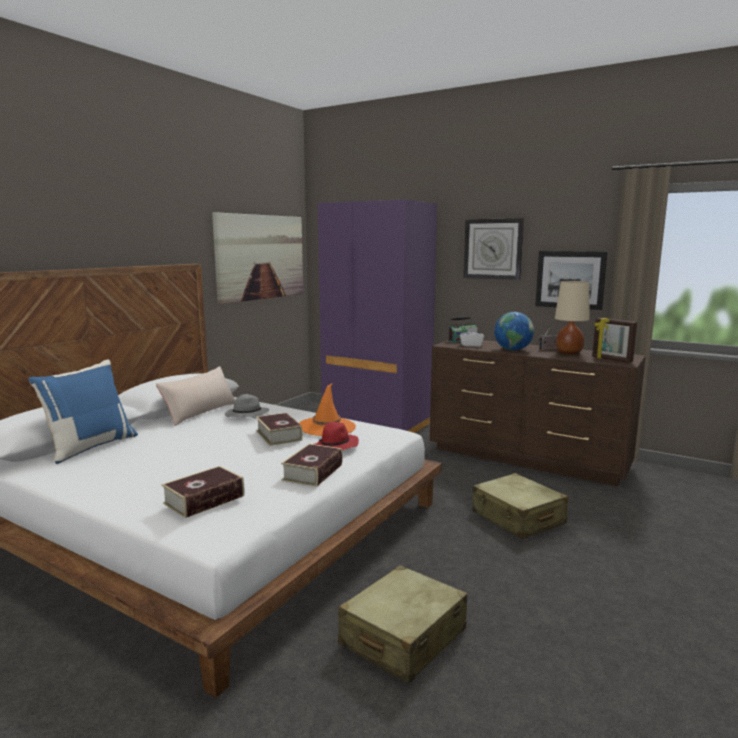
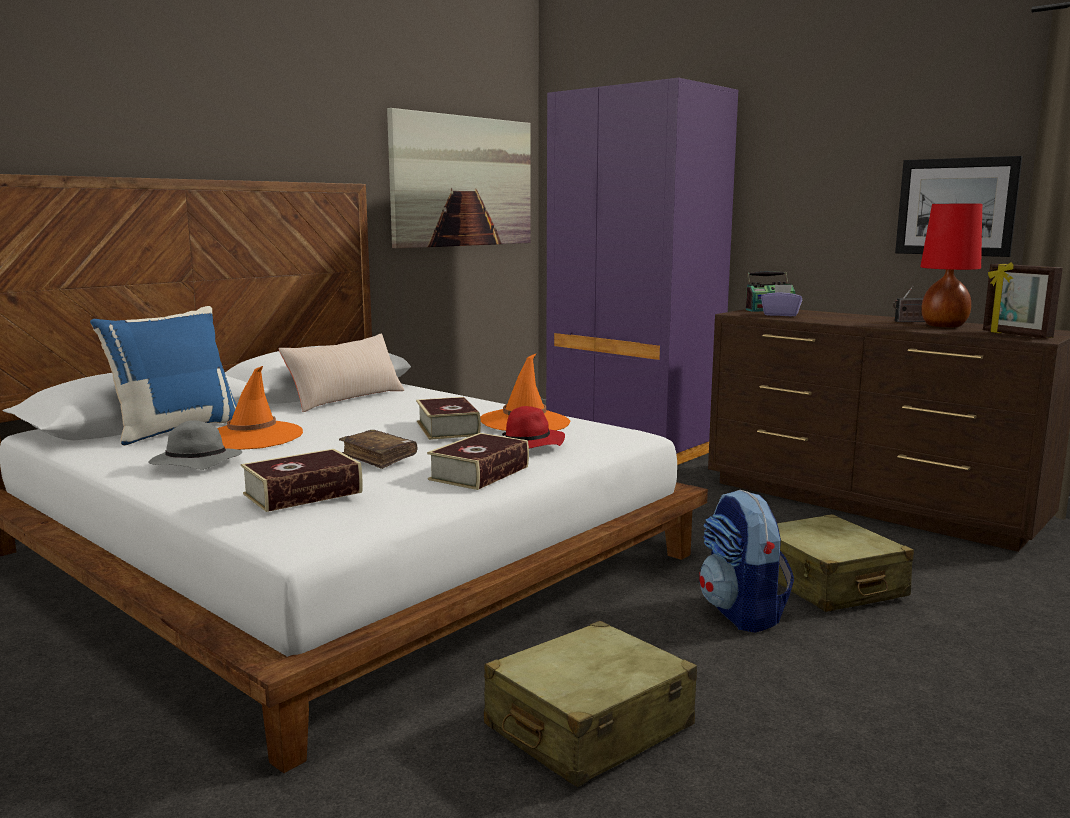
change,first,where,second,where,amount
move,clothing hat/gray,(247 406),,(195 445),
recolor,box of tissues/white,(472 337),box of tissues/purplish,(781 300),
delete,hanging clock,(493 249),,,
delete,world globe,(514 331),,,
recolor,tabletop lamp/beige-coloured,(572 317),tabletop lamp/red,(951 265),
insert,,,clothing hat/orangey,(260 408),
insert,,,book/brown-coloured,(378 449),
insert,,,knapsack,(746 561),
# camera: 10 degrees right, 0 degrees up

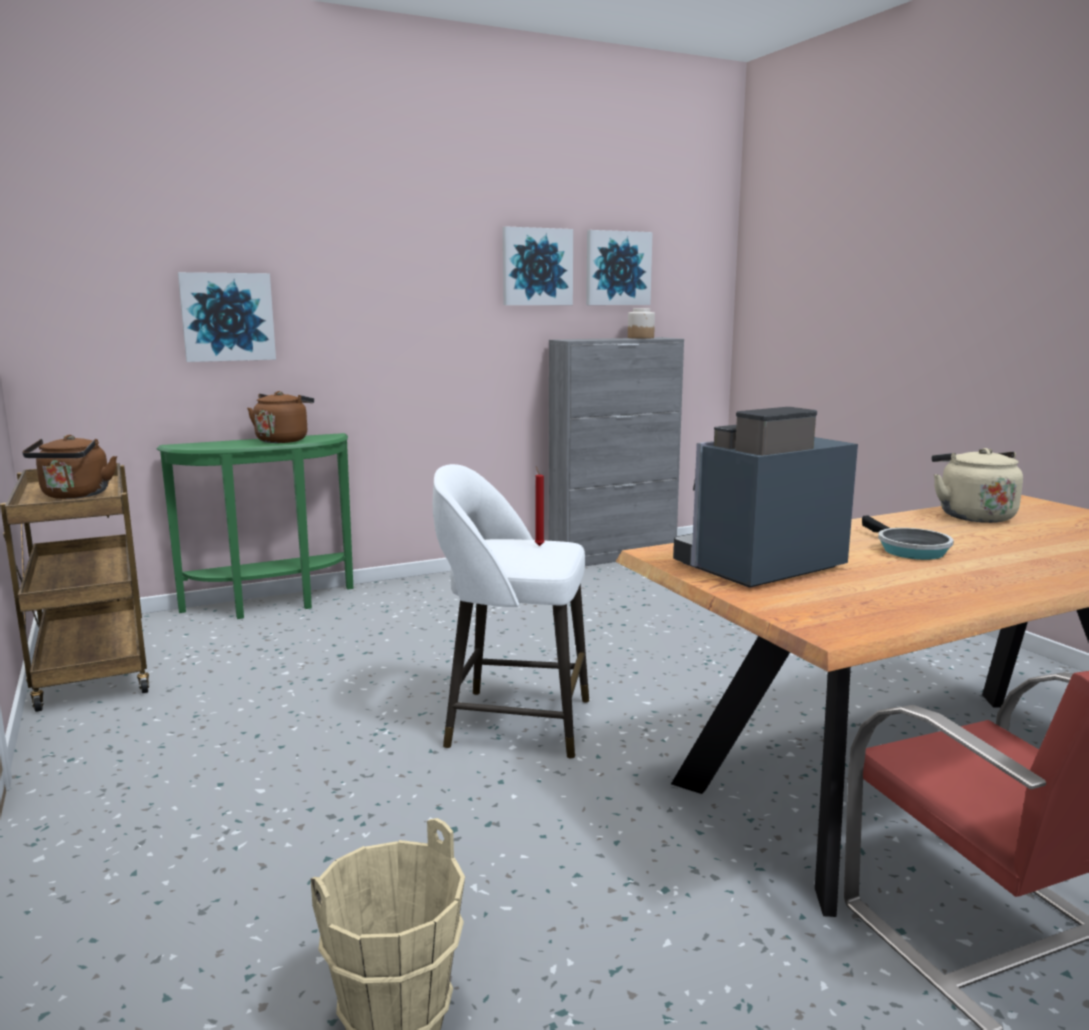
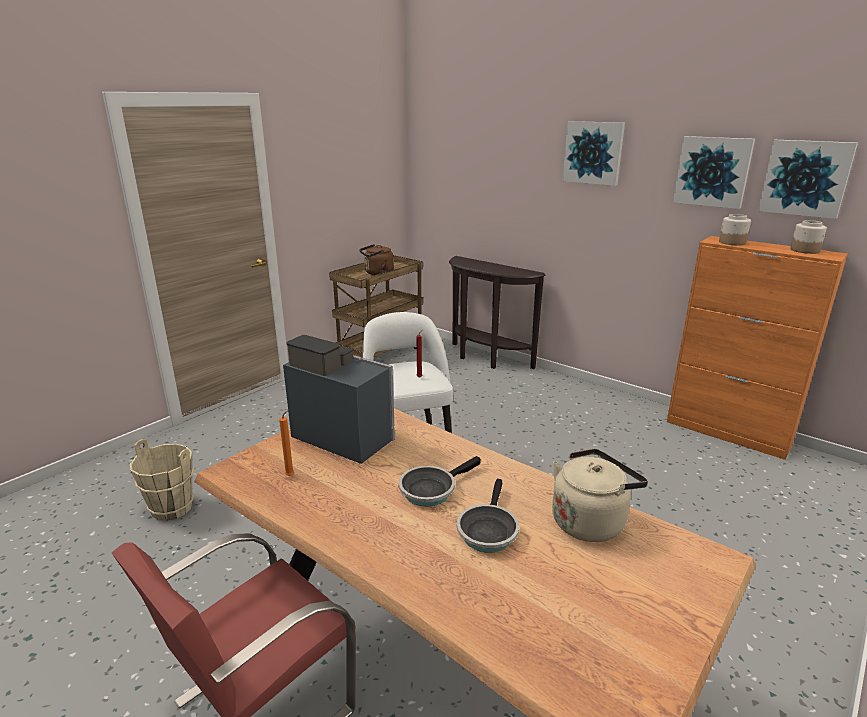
change,first,where,second,where,amount
recolor,narrow table/green-coloured,(255 526),narrow table/brown-coloured,(497 312),
move,picture,(227 317),,(593 153),
delete,kettle/brown-coloured,(280 417),,,
recolor,cupboard/gray,(616 451),cupboard/orangey,(757 348),
insert,,,candle/orangey,(286 442),
insert,,,frying pan,(488 516),
insert,,,preserve jar,(735 229),
# camera: 65 degrees right, 10 degrees up

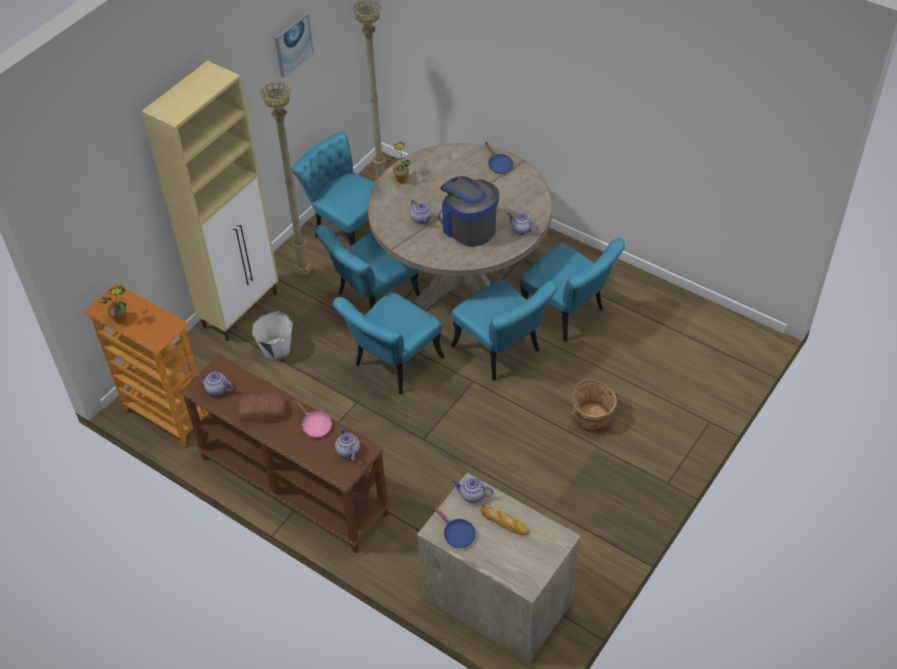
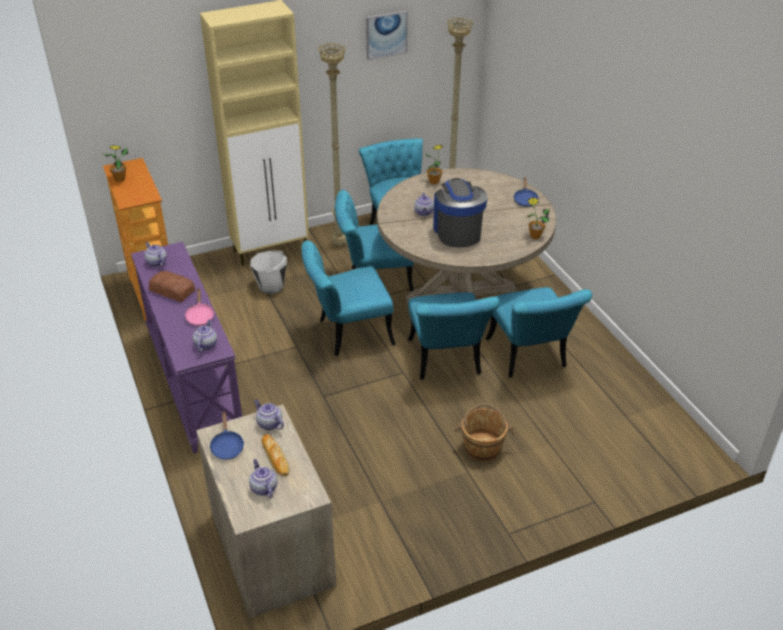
change,first,where,second,where,amount
recolor,narrow table/brown-coloured,(285 454),narrow table/purplish,(186 347),
move,pot for tea,(522 223),,(263 478),
insert,,,houseplant,(538 218),
# camera: 30 degrees right, 10 degrees down

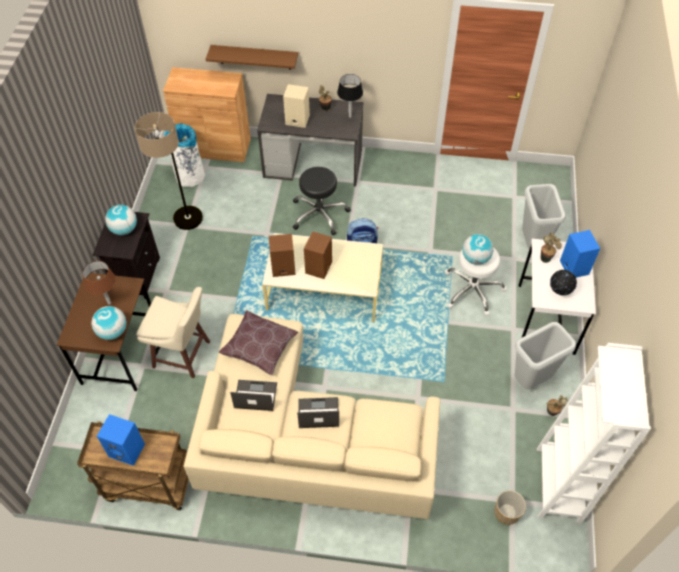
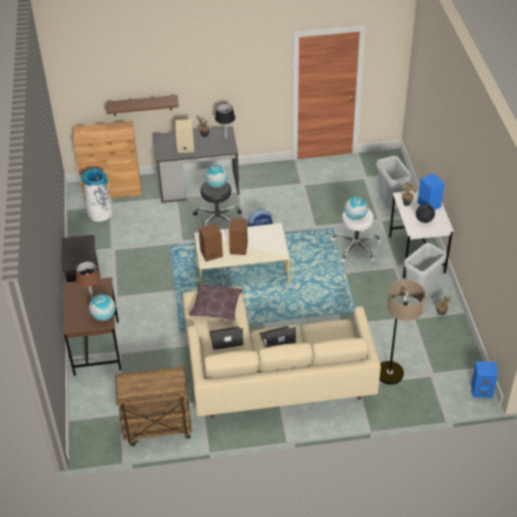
change,first,where,second,where,amount
move,speaker/bluish,(121 440),,(484 379),
move,world globe,(121 220),,(216 176),
move,standard lamp,(168 171),,(402 332),
delete,sitting stool/beige-coloured,(173 332),,,
delete,flower pot,(510 507),,,
delete,bookcase/white,(594 433),,,
# camera: 15 degrees left, 10 degrees down

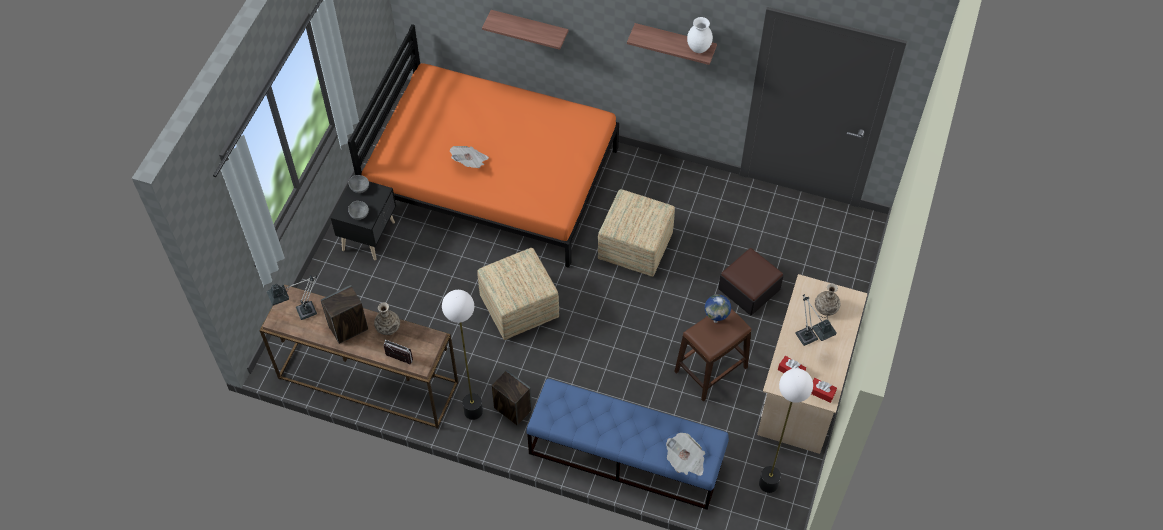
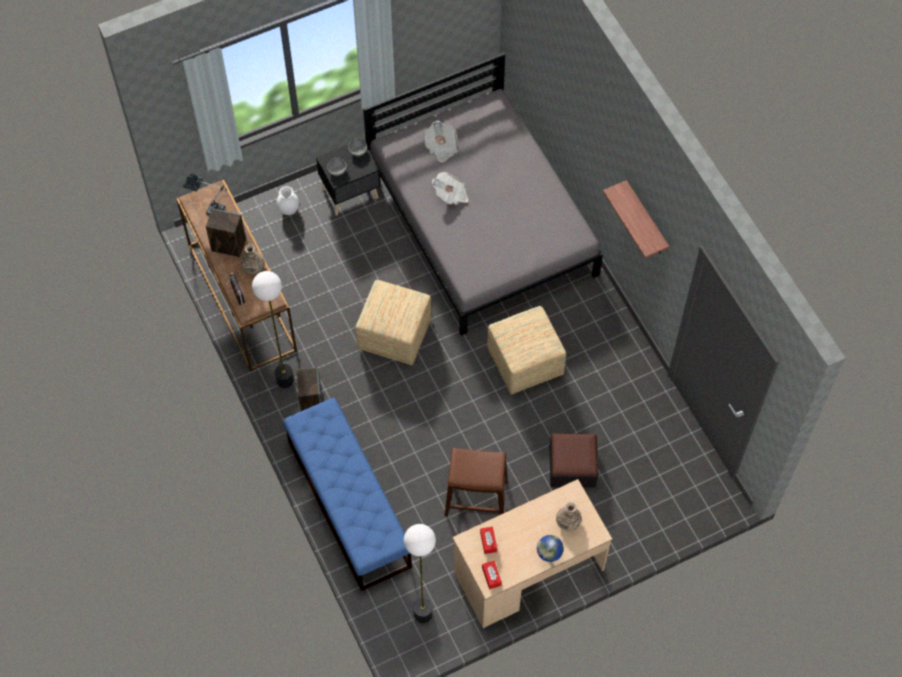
change,first,where,second,where,amount
recolor,bedroom bed/orangey,(483 146),bedroom bed/gray,(483 194),
delete,wall shelf,(525 30),,,
move,printed paper,(685 454),,(441 142),
move,vase/white,(700 35),,(288 200),
move,world globe,(718 309),,(550 548),
delete,tabletop lamp,(816 320),,,
# camera: 45 degrees right, 5 degrees up

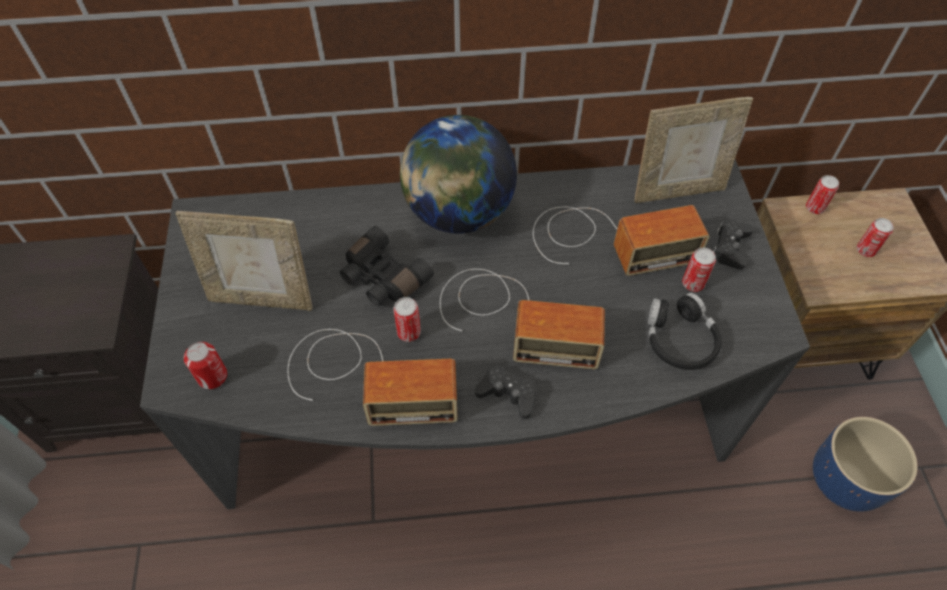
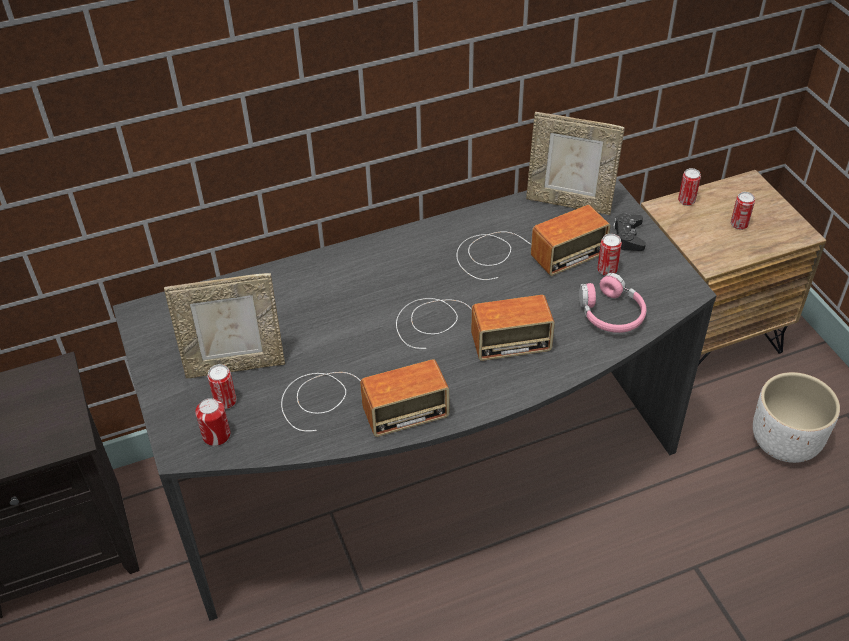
change,first,where,second,where,amount
delete,binoculars/black-coloured,(387 266),,,
move,can,(407 319),,(222 386),
delete,world globe,(458 174),,,
delete,gamepad/black-coloured,(505 392),,,
rotate,picture frame,(694 150),,(575 163),45 degrees clockwise
recolor,pair of headphones/black-coloured,(685 331),pair of headphones/pink,(612 303),
recolor,flower pot/bluish,(865 464),flower pot/white,(796 417),
# camera: 15 degrees left, 10 degrees down

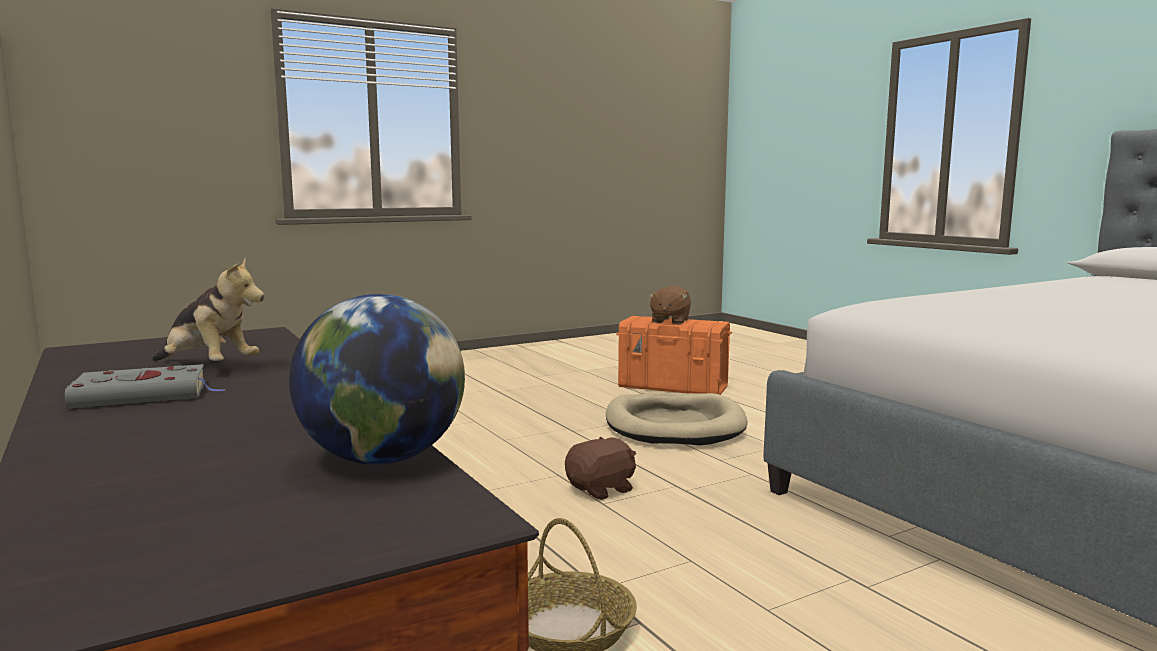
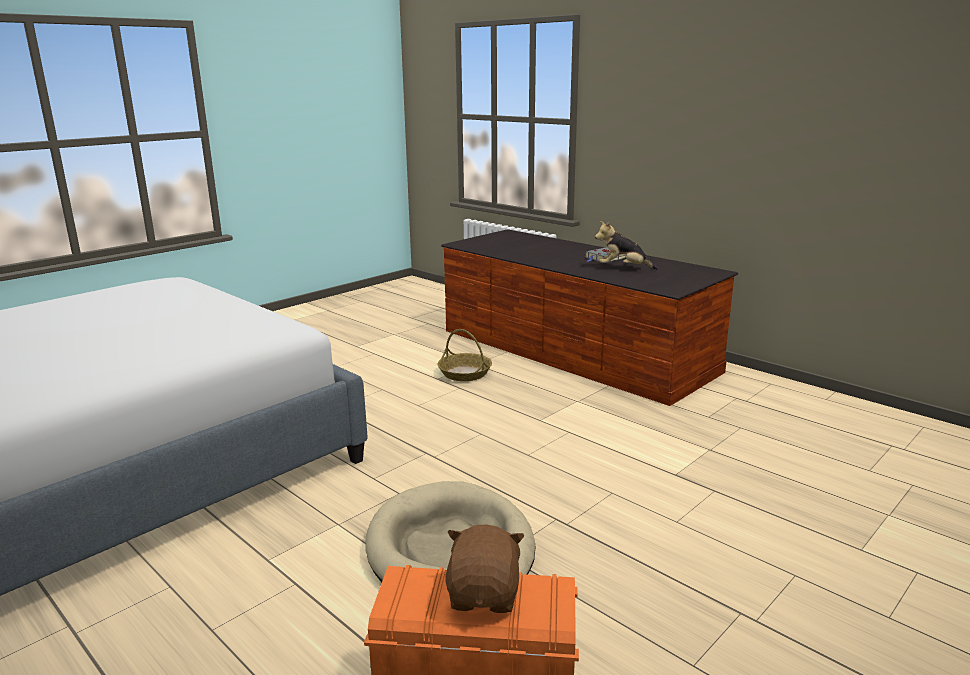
change,first,where,second,where,amount
delete,world globe,(377 379),,,
delete,cuddly toy/brown-coloured,(600 468),,,
# camera: 165 degrees right, 10 degrees up

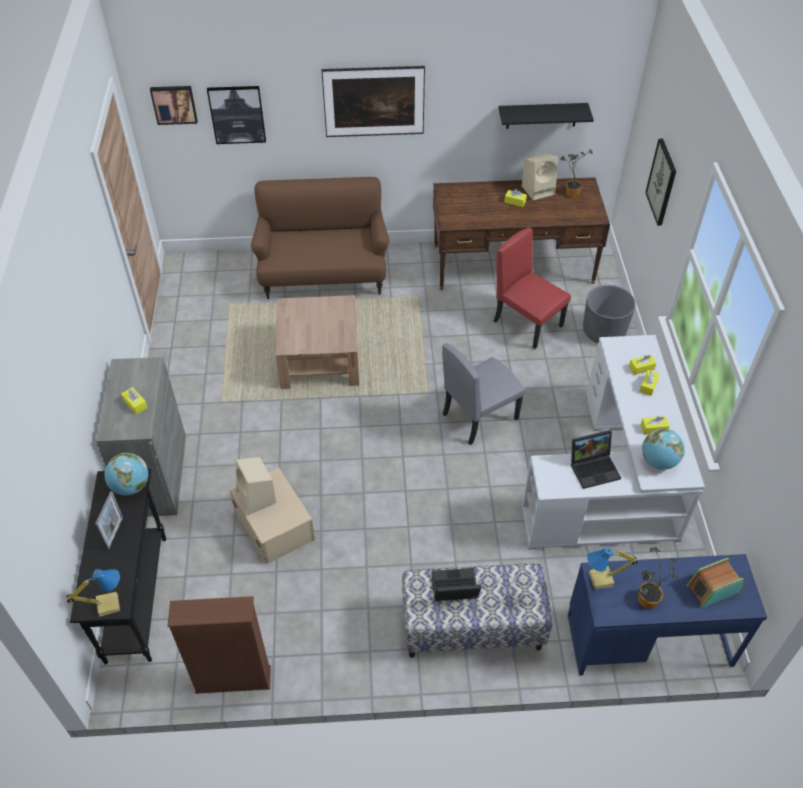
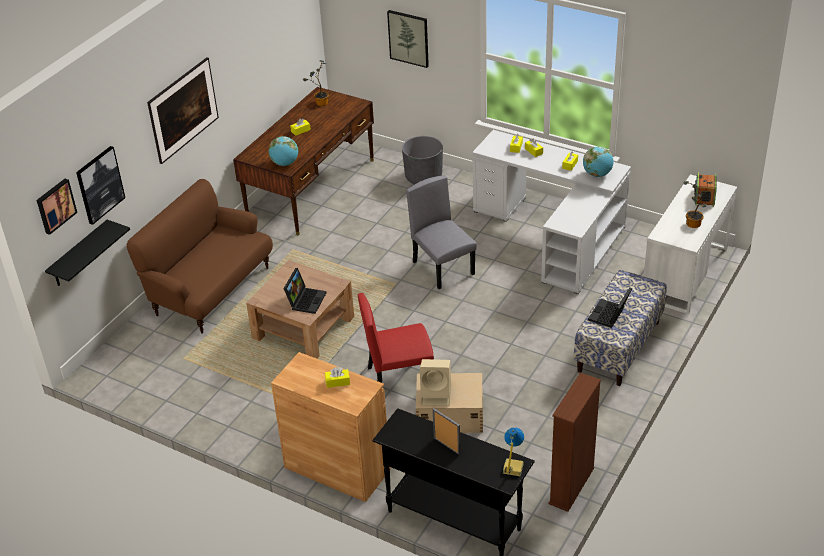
change,first,where,second,where,amount
recolor,cupboard/gray,(141 437),cupboard/brown-coloured,(331 427),
move,world globe,(126 474),,(284 151),
rotate,upright chair/gray,(483 394),,(441 232),150 degrees clockwise
move,upright chair/red,(532 288),,(396 338),
move,wall shelf/black-coloured,(546 116),,(87 253),
delete,speaker/beige-coloured,(540 176),,,
recolor,desk/bluish,(667 615),desk/white,(690 244),
move,notebook computer,(596 459),,(304 291),
delete,tabletop lamp,(612 568),,,
# camera: 55 degrees left, 10 degrees down

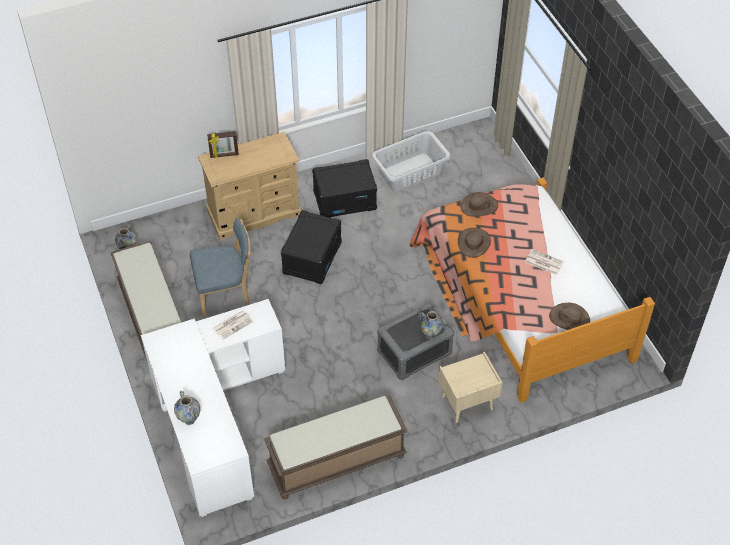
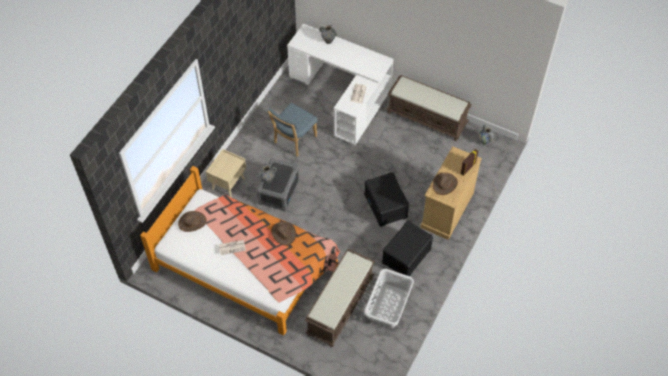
change,first,where,second,where,amount
move,upright chair/bluish,(220 267),,(293 130),
move,bench/brown-coloured,(336 447),,(340 298),
move,clothing hat/brown-coloured,(479 204),,(445 184),
# camera: 140 degrees right, 5 degrees up

